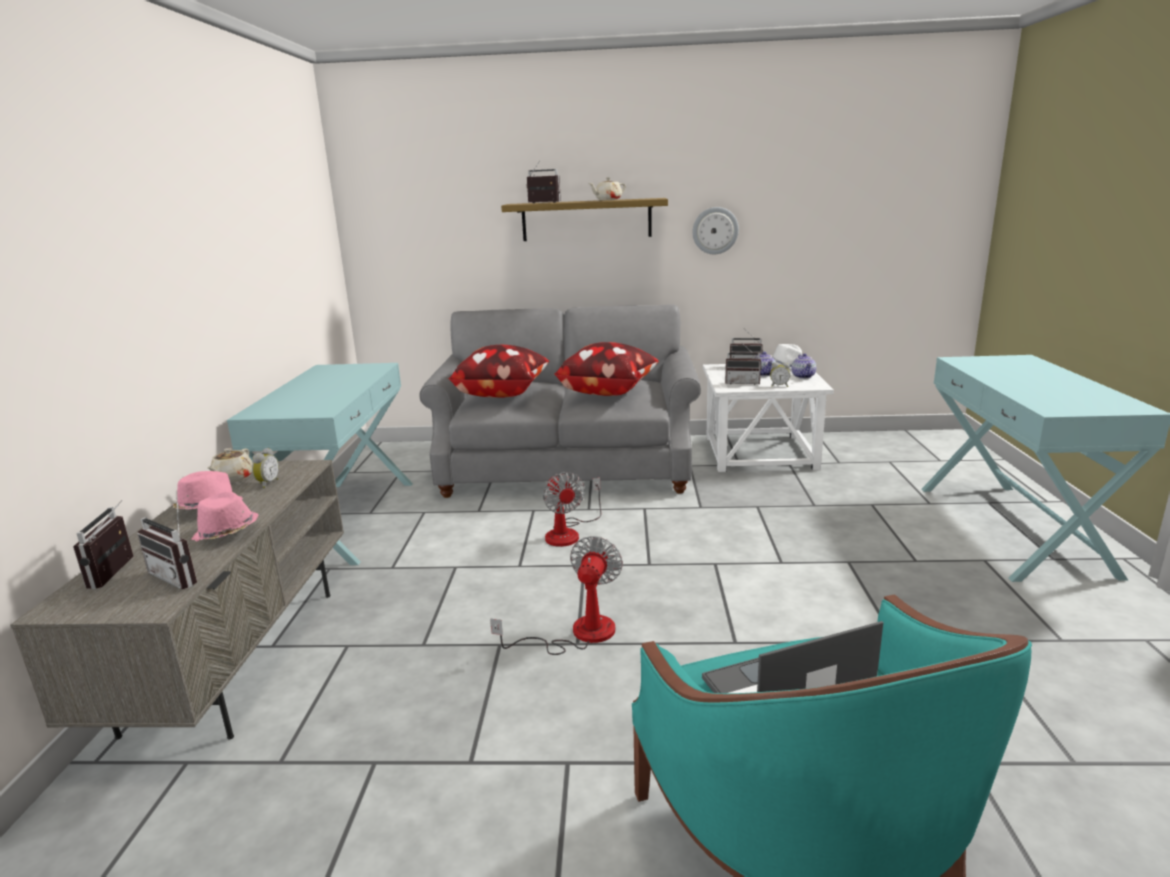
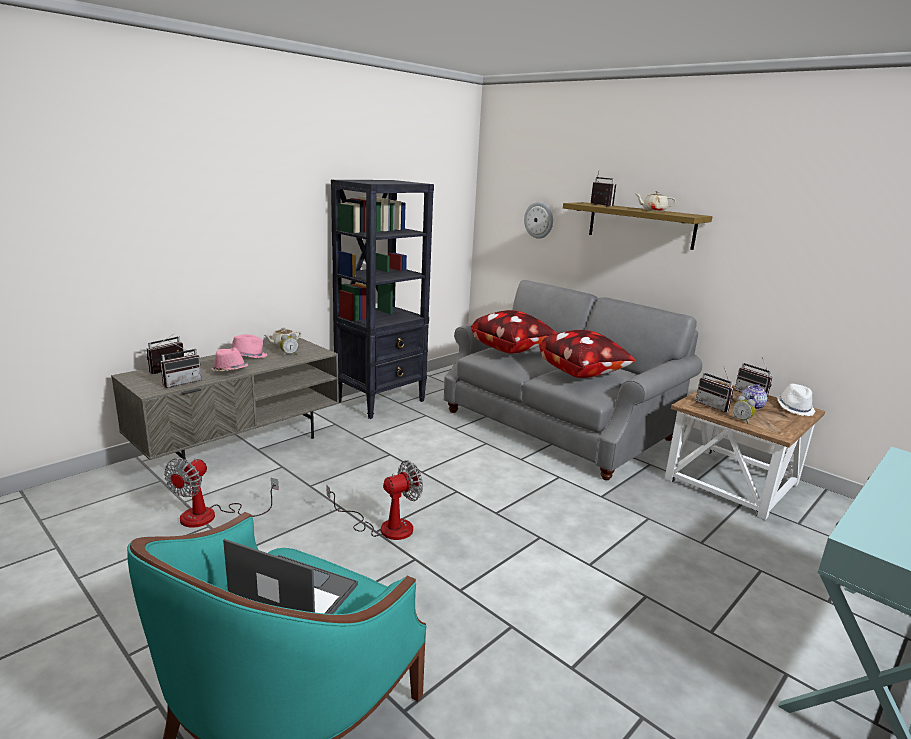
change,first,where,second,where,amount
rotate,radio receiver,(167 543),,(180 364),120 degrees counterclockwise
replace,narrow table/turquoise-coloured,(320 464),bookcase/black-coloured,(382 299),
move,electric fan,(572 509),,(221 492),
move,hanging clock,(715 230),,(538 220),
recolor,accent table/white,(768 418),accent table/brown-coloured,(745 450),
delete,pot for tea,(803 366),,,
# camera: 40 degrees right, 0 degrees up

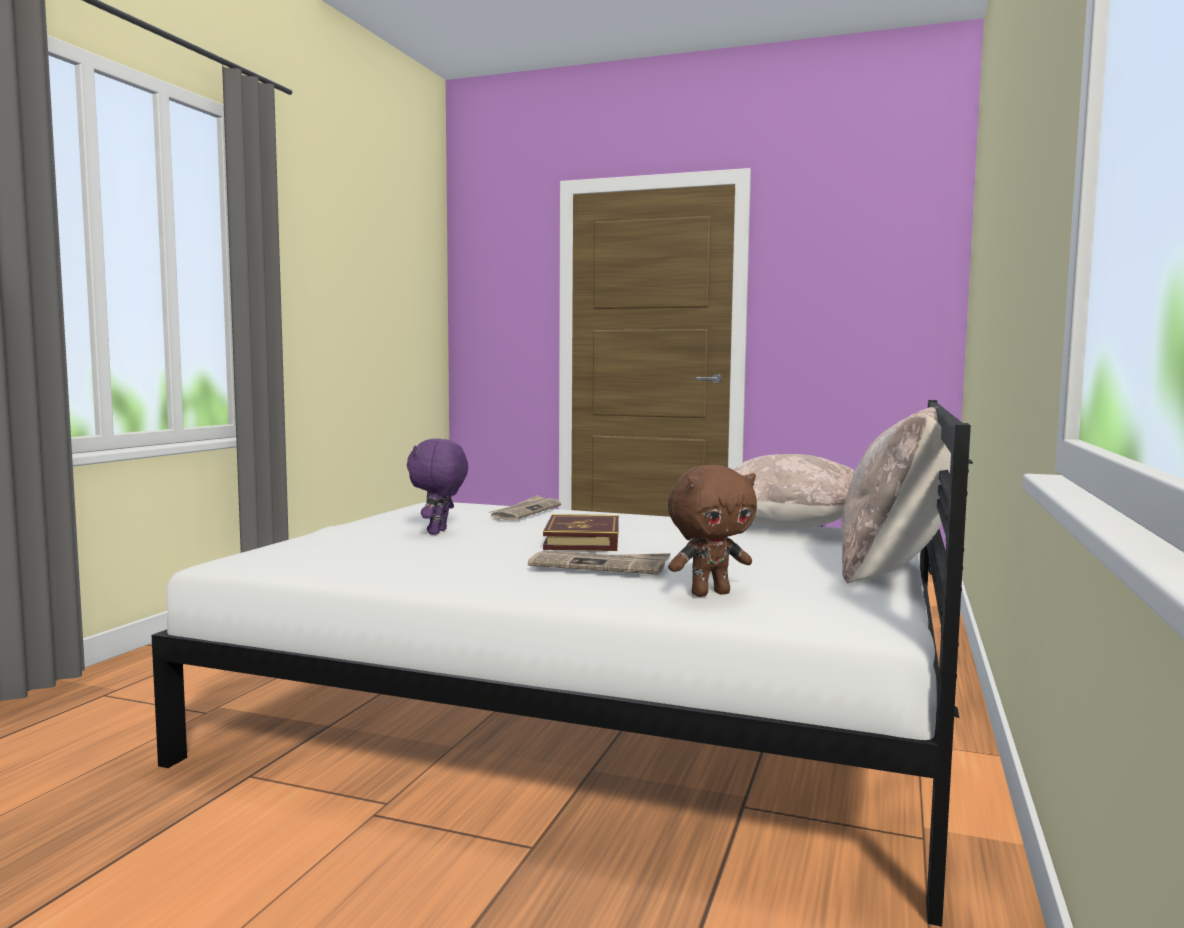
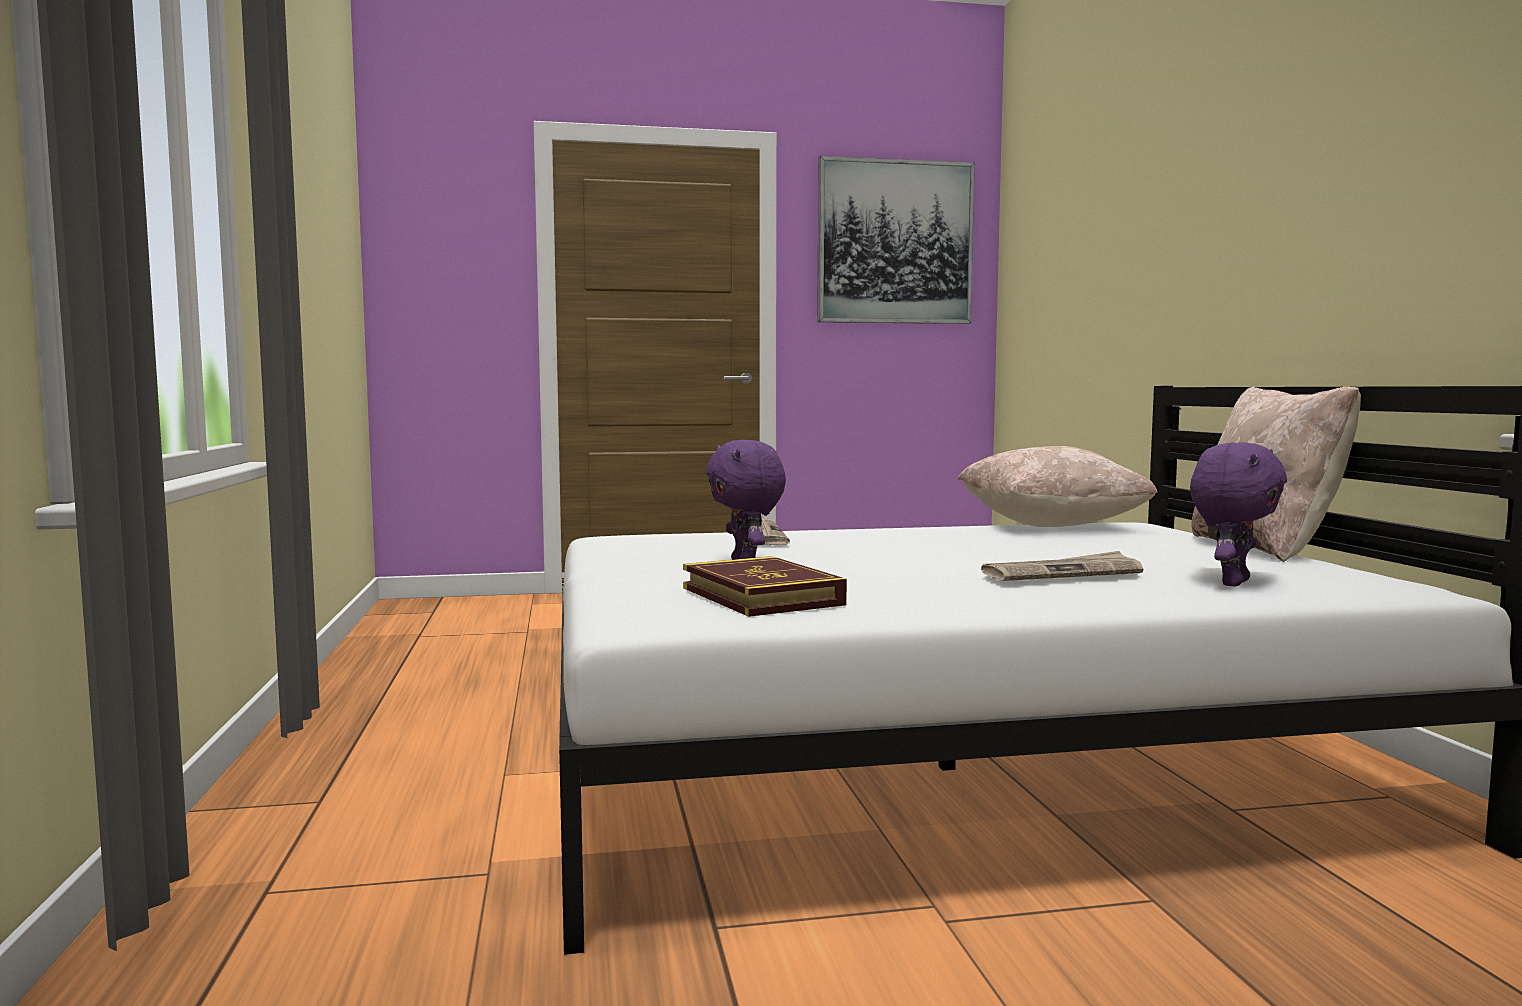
change,first,where,second,where,amount
move,book,(581 532),,(765 586),
recolor,cuddly toy/brown-coloured,(712 531),cuddly toy/purplish,(1238 514),
insert,,,picture,(896 240),
# camera: 30 degrees left, 0 degrees up

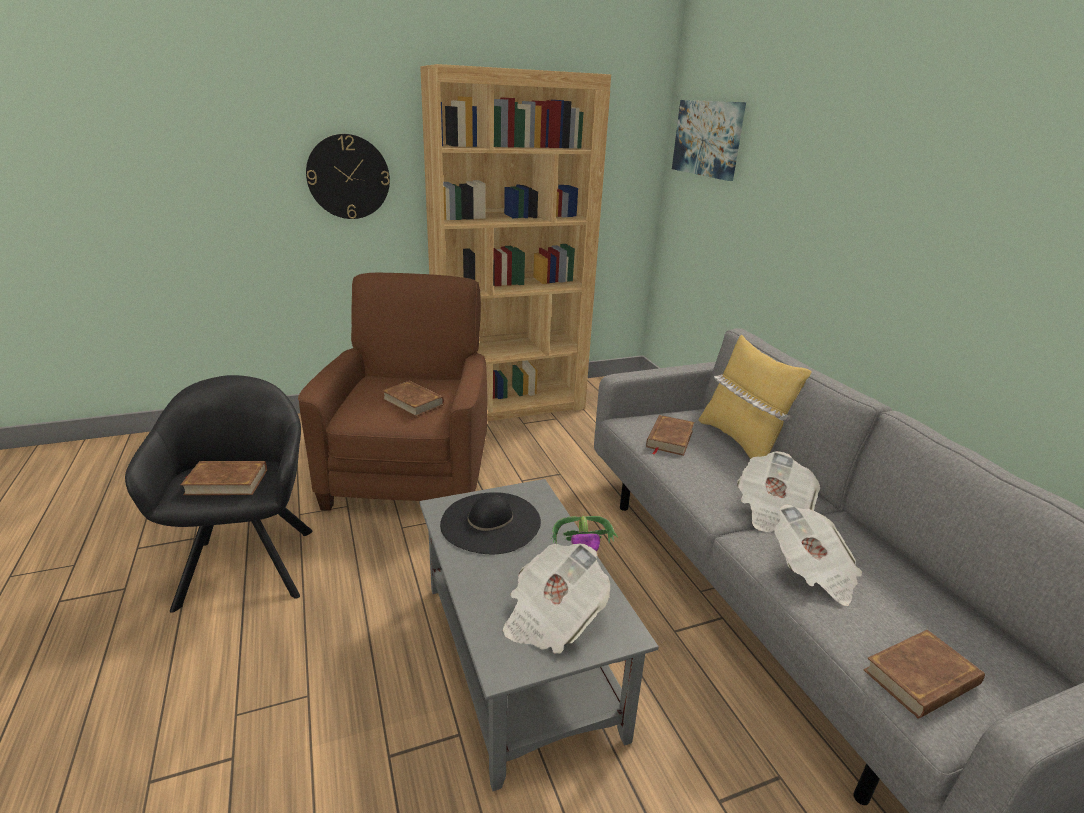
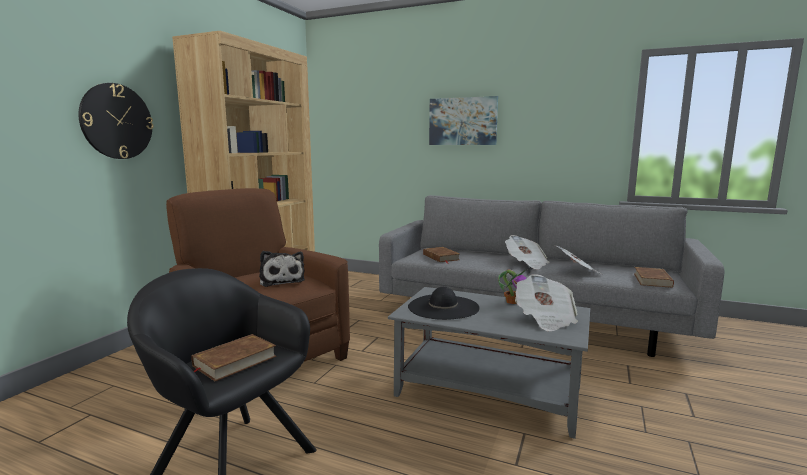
change,first,where,second,where,amount
replace,book/brown-coloured,(413 399),cuddly toy,(282 269),
move,picture,(709 140),,(463 120),
delete,cushion/yellowish,(755 397),,,
# camera: 45 degrees left, 15 degrees down

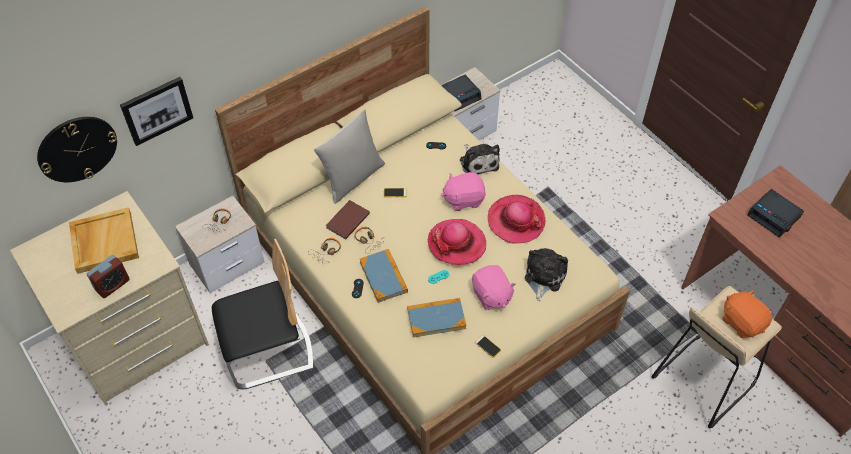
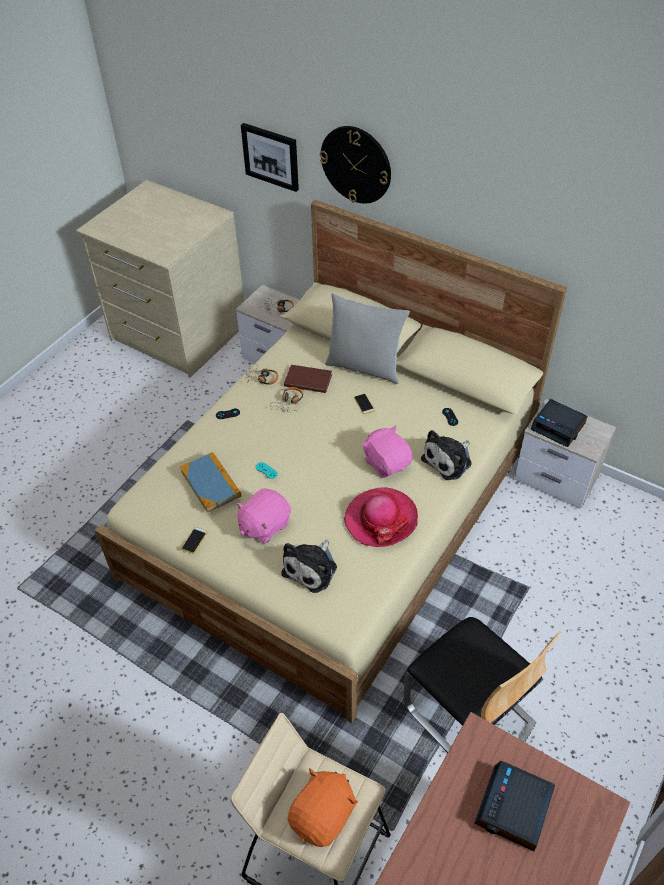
change,first,where,second,where,amount
move,hanging clock,(77 149),,(355 165),
delete,carrying tray/beige-coloured,(104 240),,,
delete,bedside clock,(108 276),,,
move,upright chair,(262 314),,(482 685),
delete,book,(384 276),,,
delete,clothing hat,(457 242),,,
rotate,cuddly toy,(546 274),,(309 566),120 degrees clockwise
# camera: 70 degrees right, 5 degrees down

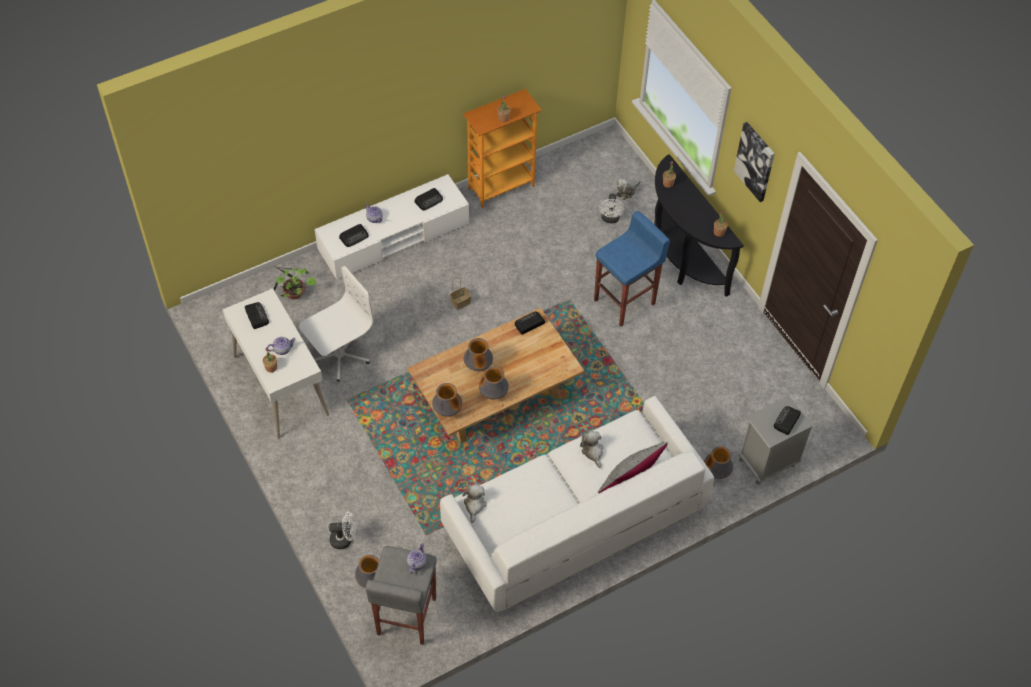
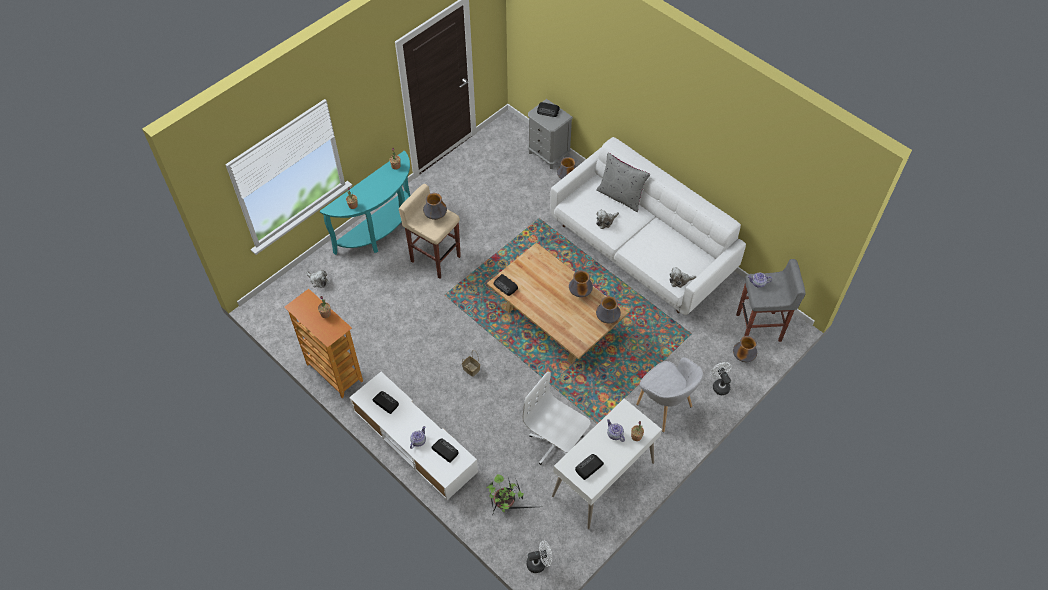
change,first,where,second,where,amount
move,vase,(478 354),,(435 206),
recolor,sitting stool/bluish,(632 269),sitting stool/beige-coloured,(430 231),
move,electric fan/white,(611 208),,(539 557),
recolor,narrow table/black-coloured,(699 225),narrow table/turquoise-coloured,(365 203),
delete,picture,(754 162),,,
insert,,,armchair/gray,(669 394),
# camera: 105 degrees left, 0 degrees up

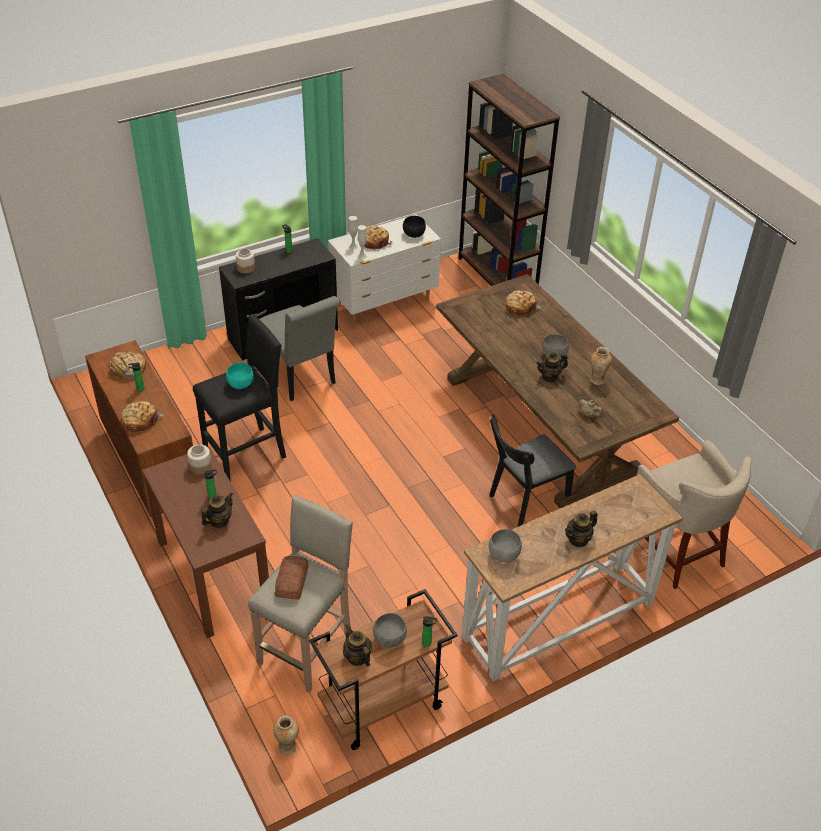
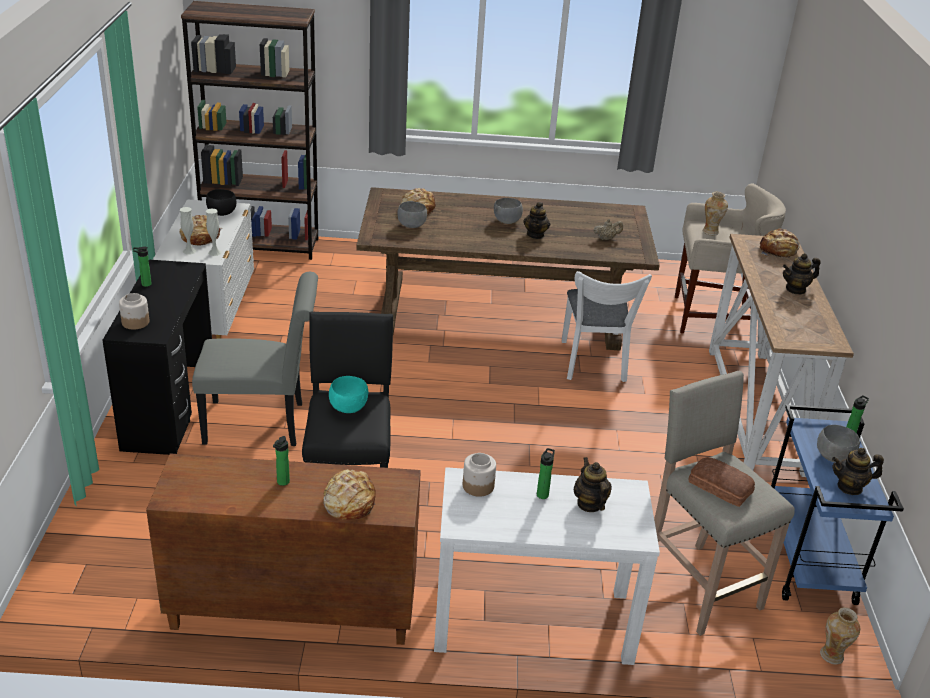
change,first,where,second,where,amount
move,bakery bread,(128 365),,(779 243),
recolor,narrow table/brown-coloured,(205 542),narrow table/white,(547 566),
recolor,trolley/brown-coloured,(383 669),trolley/bluish,(837 505),
recolor,upright chair/black-coloured,(532 470),upright chair/white,(607 326),
move,serving bowl/gray,(505 545),,(412 214),
rotate,pot for tea,(581 529),,(801 273),75 degrees clockwise
move,vase,(601 366),,(715 214),
# camera: 60 degrees left, 10 degrees down

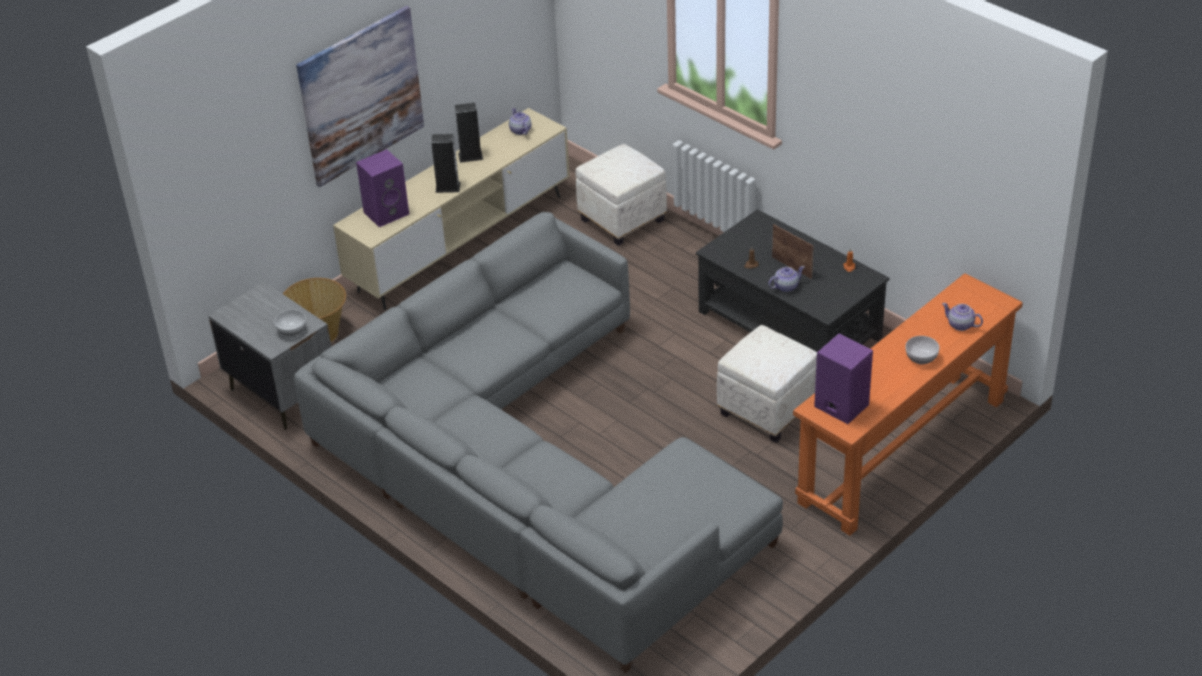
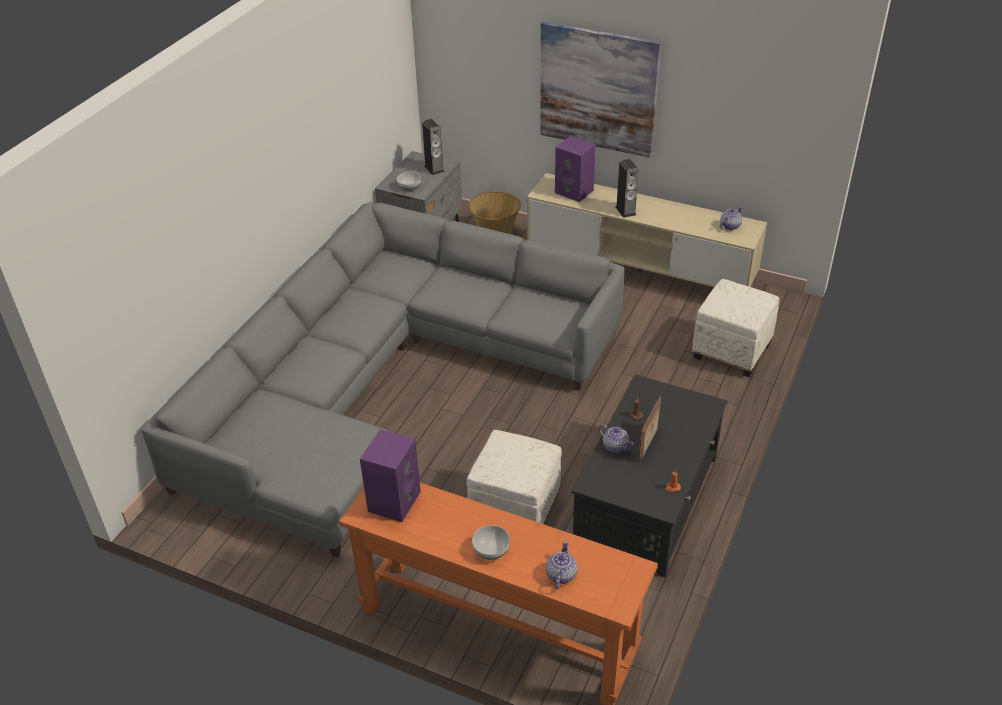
change,first,where,second,where,amount
move,speaker,(469 133),,(433 147),
# camera: 70 degrees right, 0 degrees up

